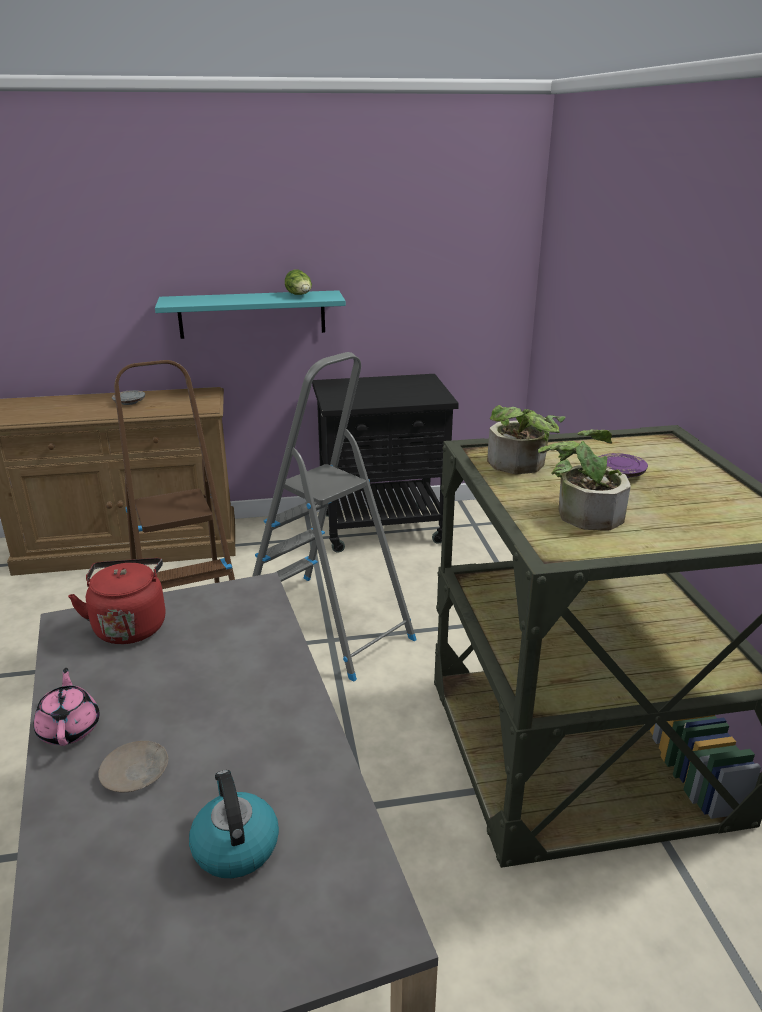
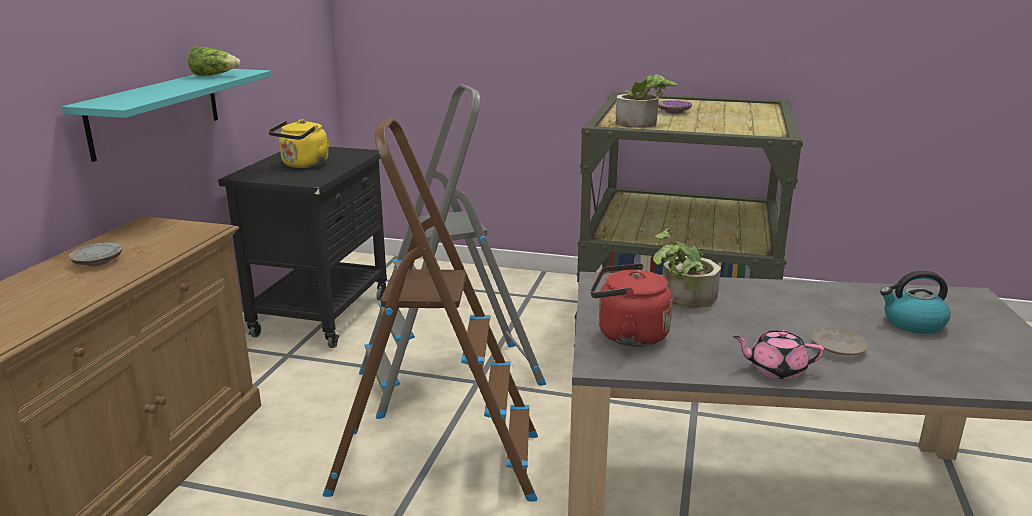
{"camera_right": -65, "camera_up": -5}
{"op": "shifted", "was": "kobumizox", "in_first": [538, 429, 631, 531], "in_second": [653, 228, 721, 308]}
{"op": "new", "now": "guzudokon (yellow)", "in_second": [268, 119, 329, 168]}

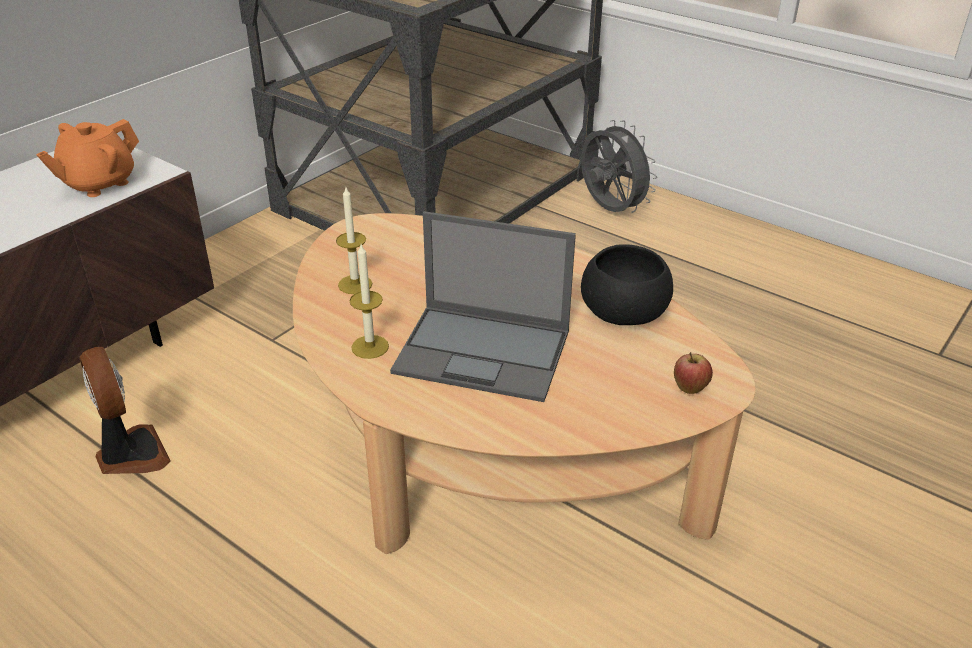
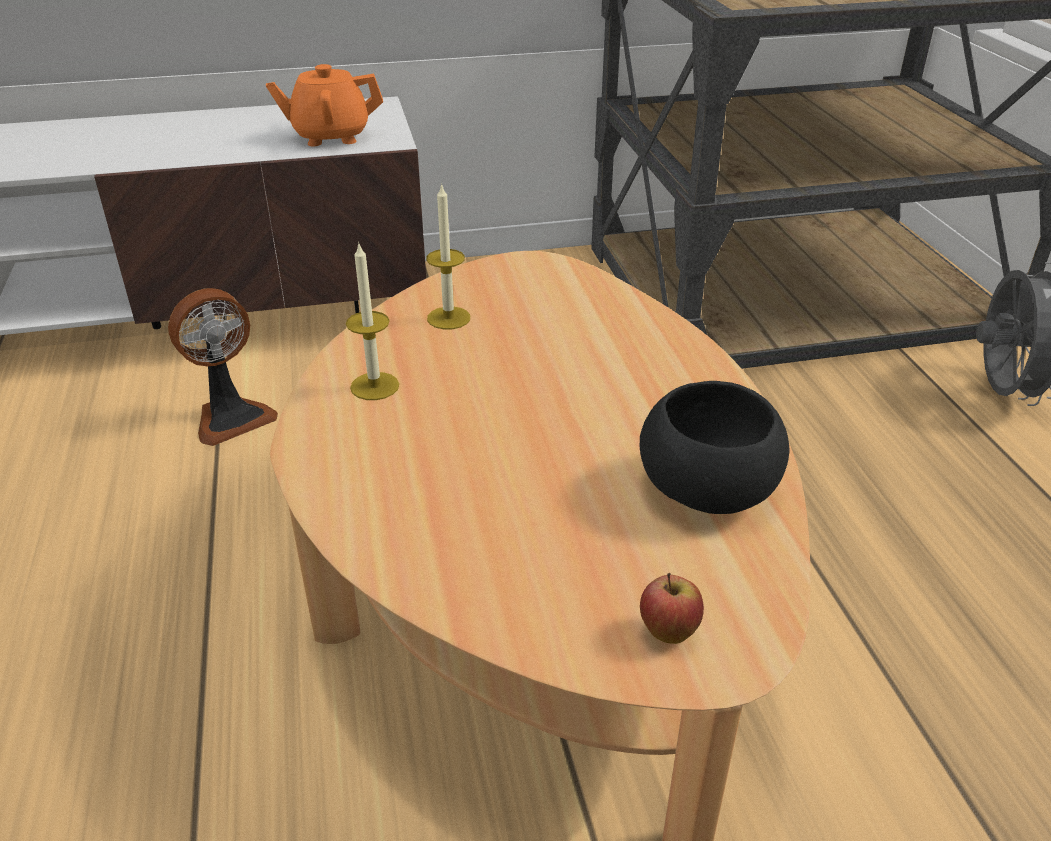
{"camera_right": 40, "camera_up": 0}
{"op": "rotated", "was": "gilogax", "in_first": [79, 347, 170, 474], "in_second": [168, 288, 278, 446], "clockwise": 45}
{"op": "gone", "was": "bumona", "in_first": [390, 211, 576, 402]}

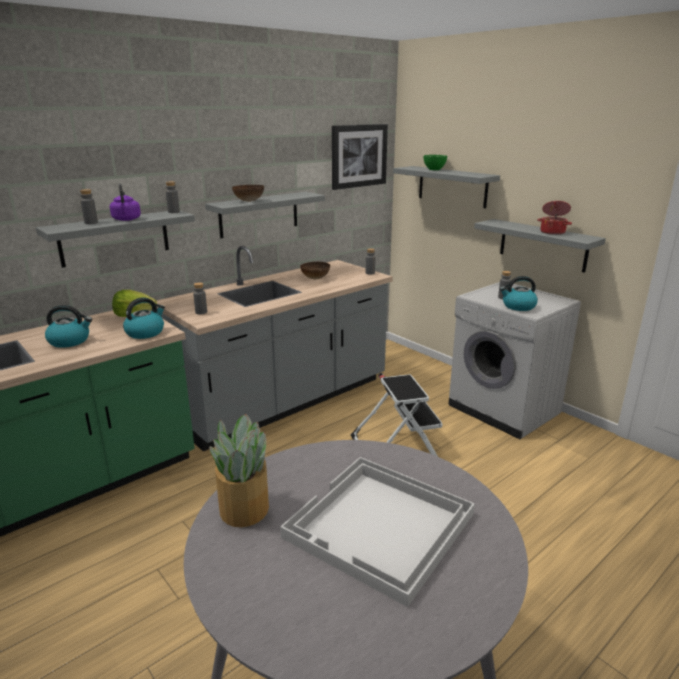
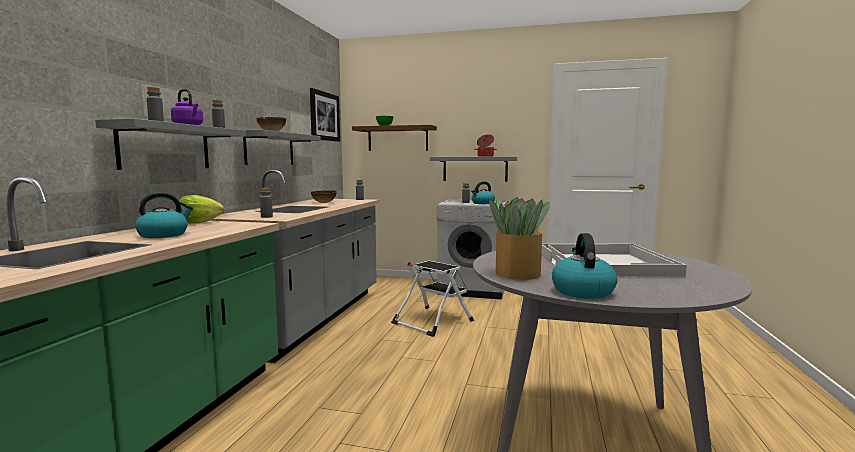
{"camera_right": -35, "camera_up": -15}
{"op": "shifted", "was": "guzudokon", "in_first": [123, 298, 165, 339], "in_second": [552, 233, 618, 299]}
{"op": "repainted", "was": "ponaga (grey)", "now": "ponaga (brown)", "in_first": [393, 166, 500, 208], "in_second": [352, 125, 437, 151]}

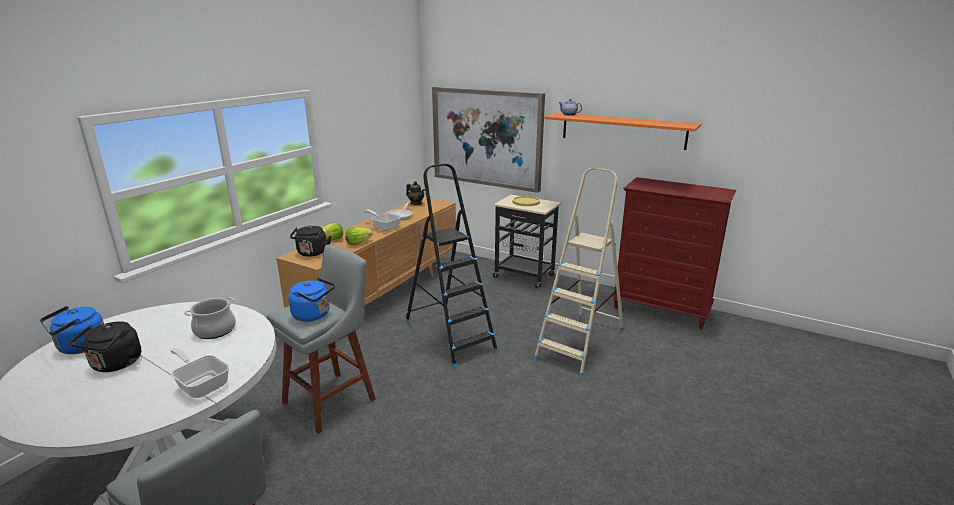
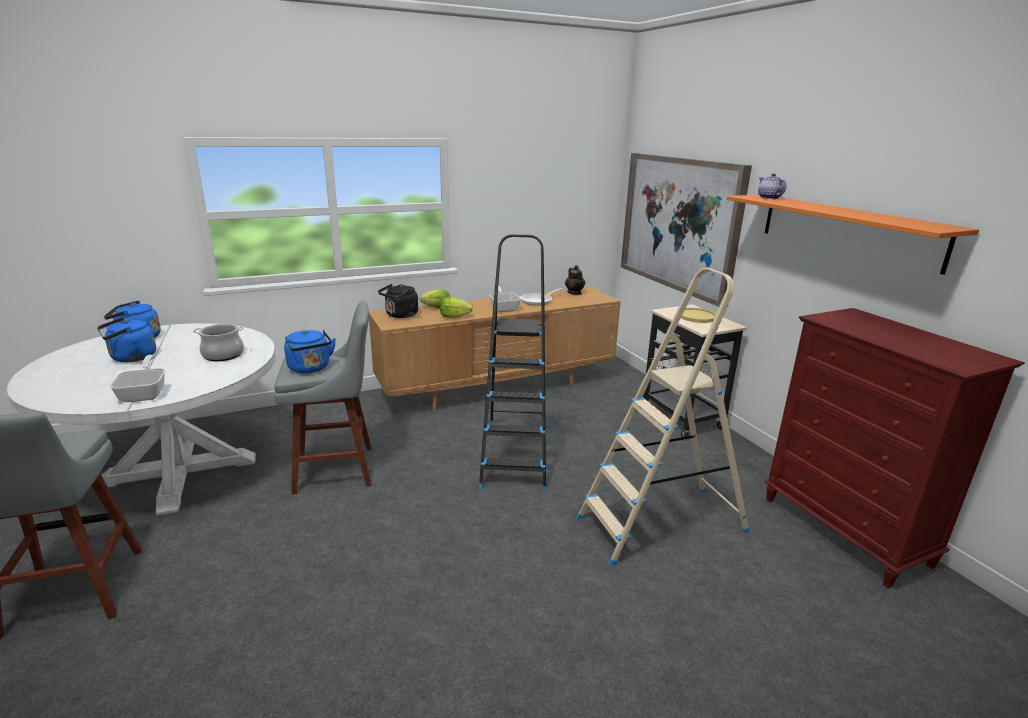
{"camera_right": 35, "camera_up": 0}
{"op": "repainted", "was": "guzudokon (black)", "now": "guzudokon (blue)", "in_first": [69, 321, 141, 372], "in_second": [97, 317, 156, 362]}

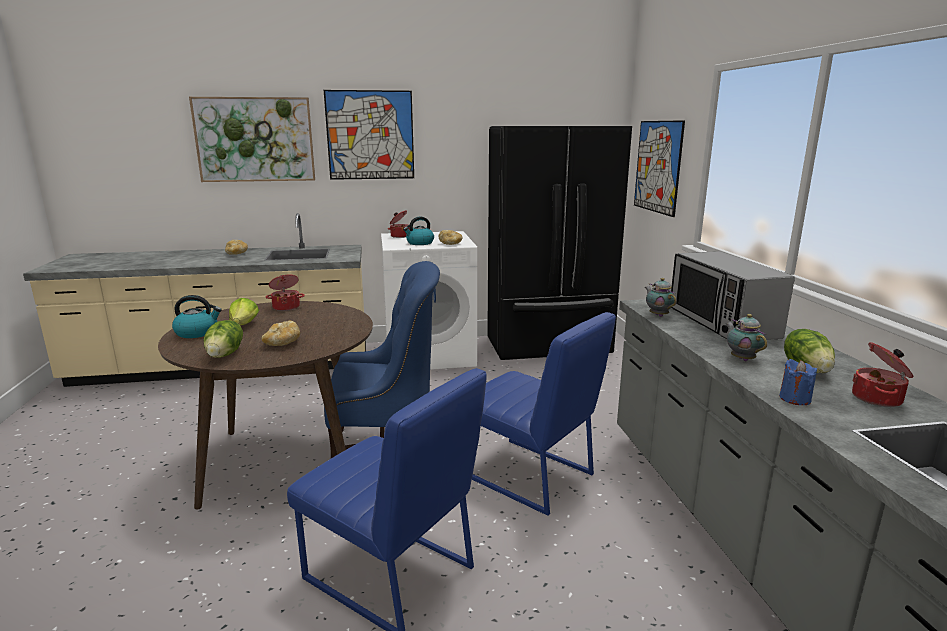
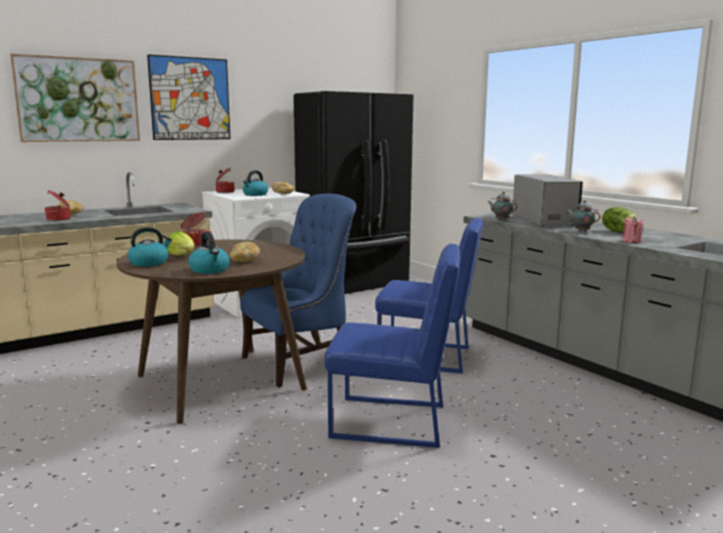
{"camera_right": -25, "camera_up": -5}
{"op": "swapped", "was": "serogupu", "now": "guzudokon", "in_first": [204, 320, 243, 358], "in_second": [188, 232, 230, 274]}
{"op": "gone", "was": "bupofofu", "in_first": [634, 120, 685, 217]}
{"op": "rotated", "was": "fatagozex", "in_first": [671, 251, 795, 340], "in_second": [512, 174, 583, 227], "clockwise": -150}
{"op": "repainted", "was": "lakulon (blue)", "now": "lakulon (pink)", "in_first": [779, 359, 817, 405], "in_second": [622, 216, 643, 243]}
{"op": "shifted", "was": "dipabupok", "in_first": [852, 342, 914, 407], "in_second": [45, 190, 71, 221]}

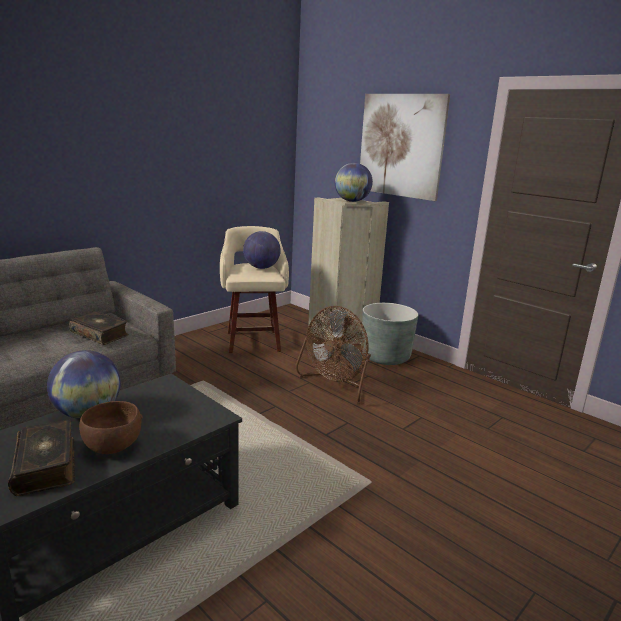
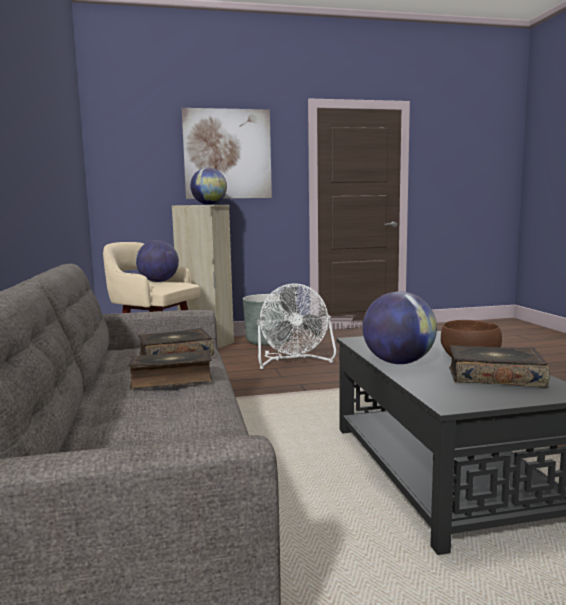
{"camera_right": -55, "camera_up": -10}
{"op": "repainted", "was": "gilogax (brown)", "now": "gilogax (white)", "in_first": [295, 306, 371, 405], "in_second": [257, 284, 336, 369]}
{"op": "new", "now": "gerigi", "in_second": [129, 350, 212, 390]}

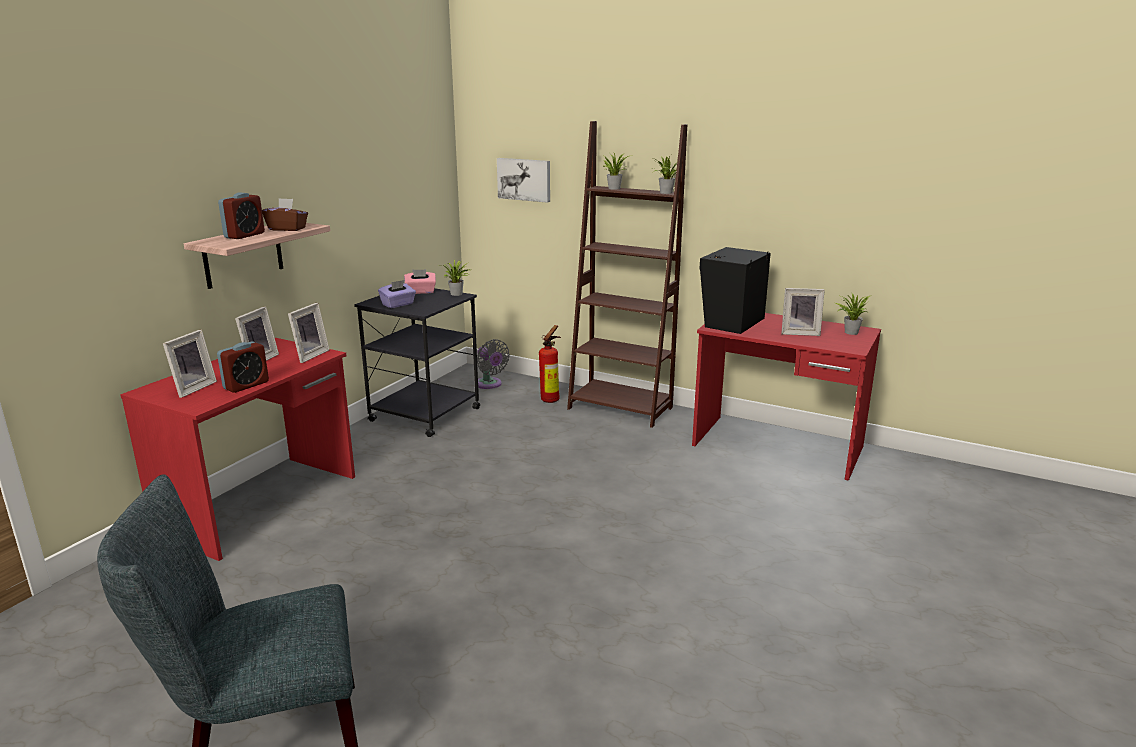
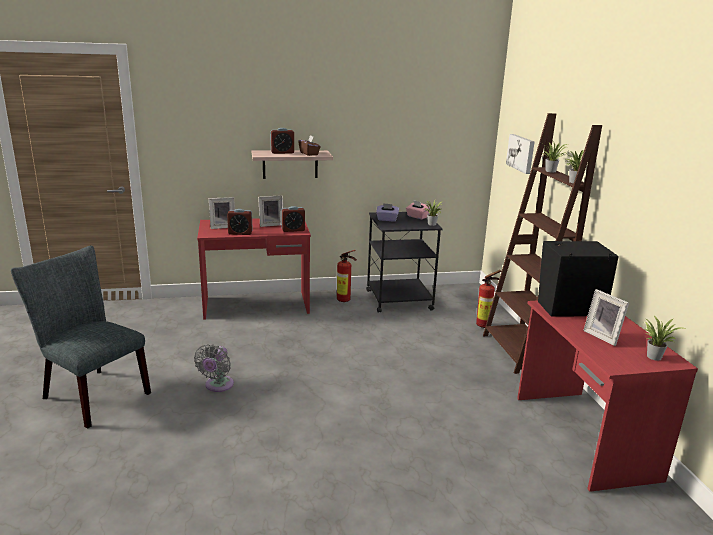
{"camera_right": 50, "camera_up": 0}
{"op": "swapped", "was": "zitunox", "now": "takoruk", "in_first": [288, 303, 330, 363], "in_second": [281, 206, 305, 232]}
{"op": "shifted", "was": "gilogax (grey)", "in_first": [477, 339, 510, 389], "in_second": [194, 344, 234, 392]}
{"op": "new", "now": "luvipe", "in_second": [337, 250, 357, 302]}

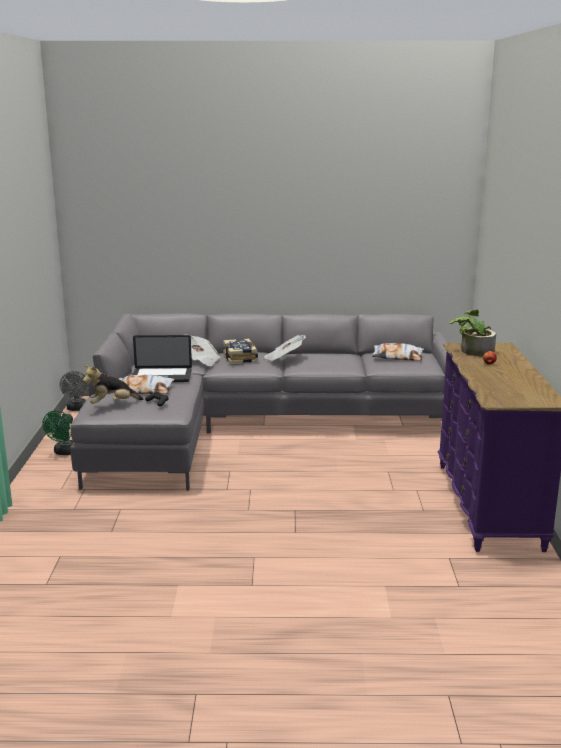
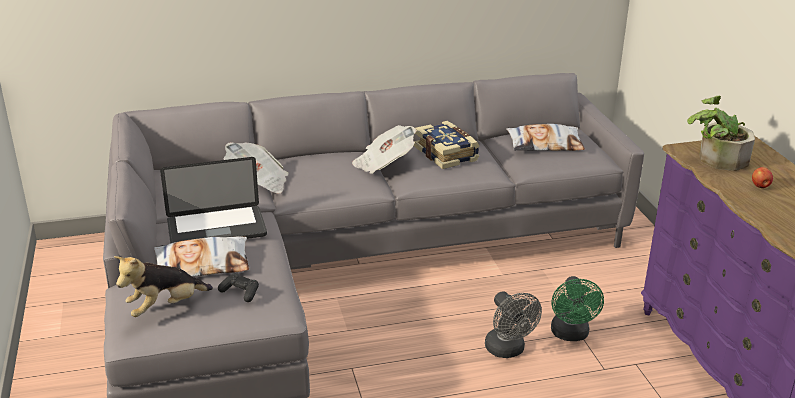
{"camera_right": -15, "camera_up": 10}
{"op": "shifted", "was": "gilogax (green)", "in_first": [43, 410, 73, 455], "in_second": [551, 276, 604, 341]}
{"op": "shifted", "was": "gilogax (grey)", "in_first": [60, 371, 89, 411], "in_second": [485, 291, 542, 358]}
{"op": "shifted", "was": "gerigi", "in_first": [223, 339, 258, 365], "in_second": [414, 121, 480, 169]}

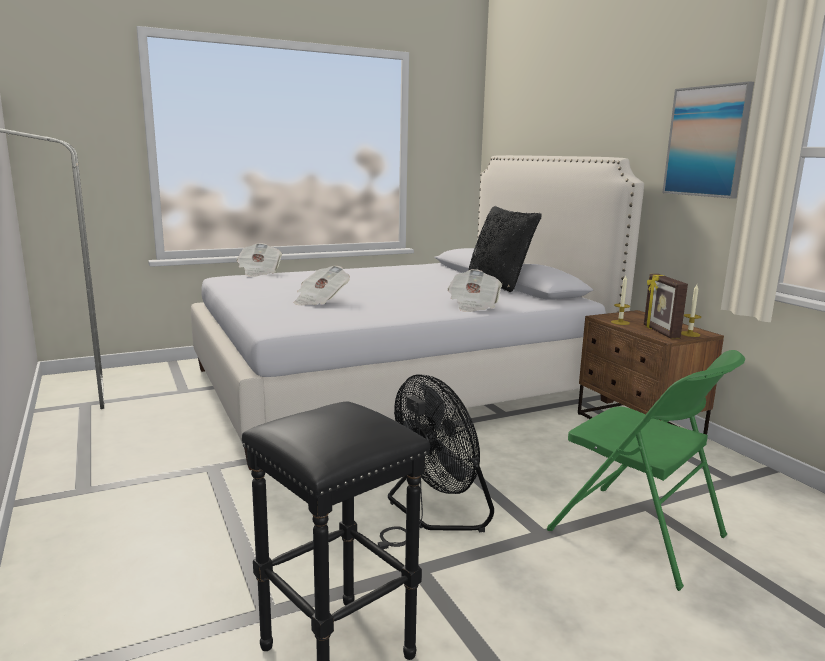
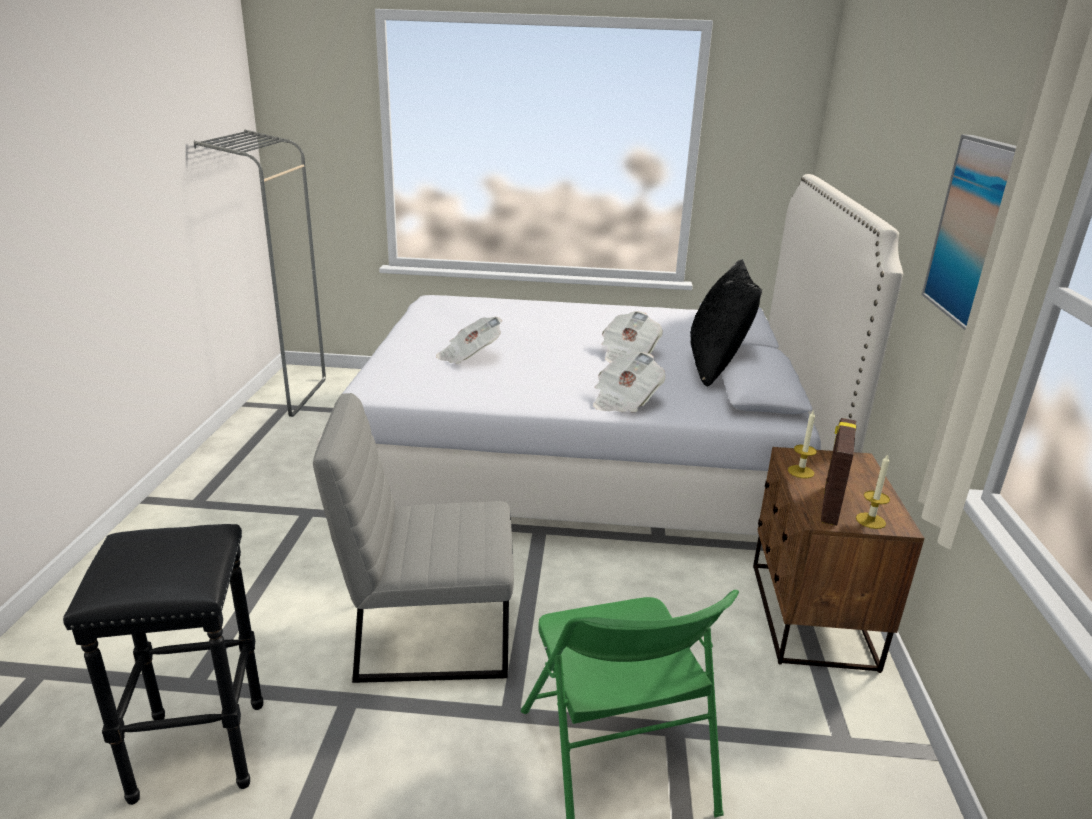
{"camera_right": 30, "camera_up": 10}
{"op": "shifted", "was": "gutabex", "in_first": [236, 243, 282, 277], "in_second": [602, 311, 663, 363]}
{"op": "swapped", "was": "gilogax (black)", "now": "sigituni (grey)", "in_first": [378, 374, 494, 549], "in_second": [313, 393, 514, 683]}

